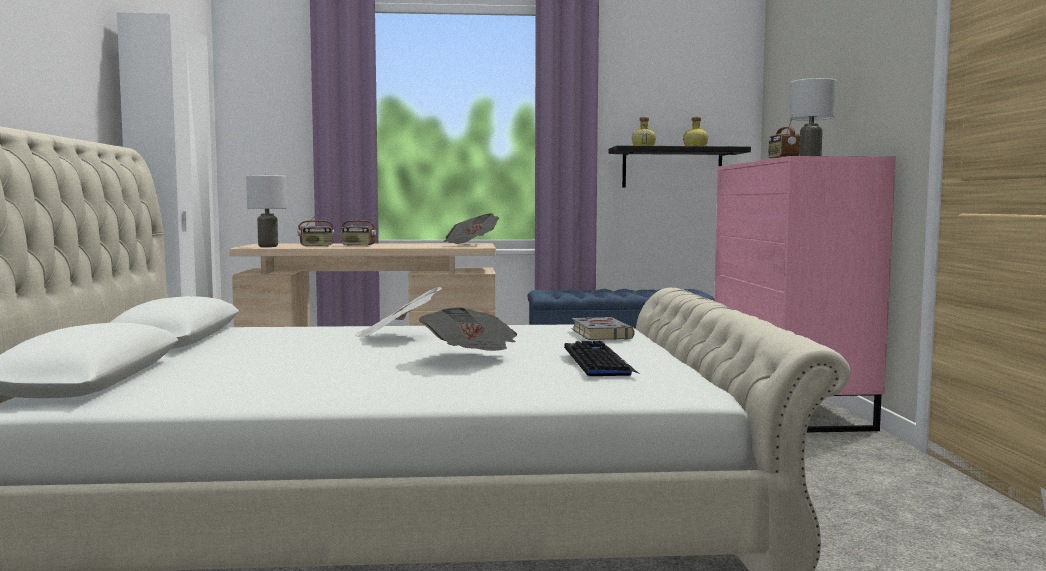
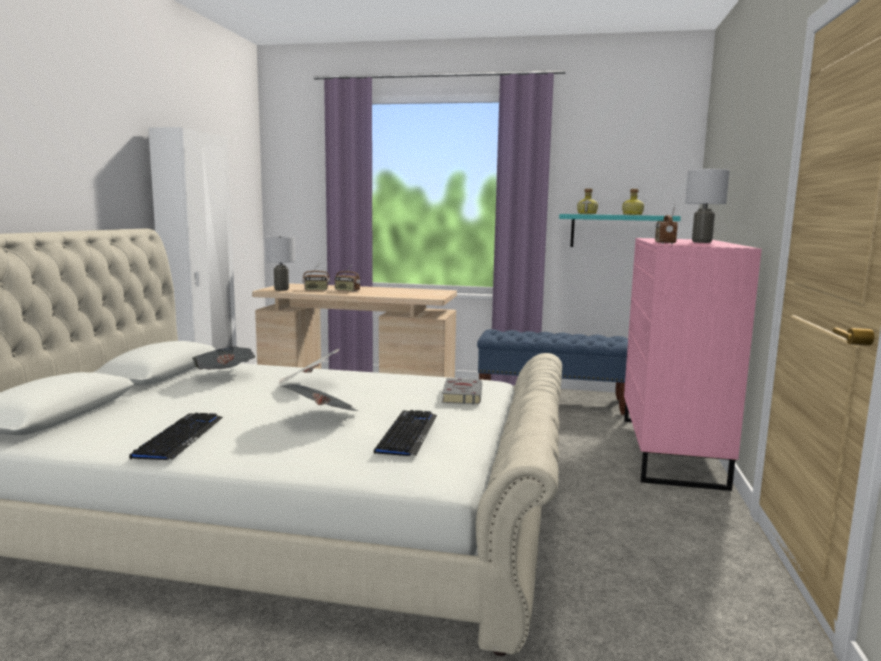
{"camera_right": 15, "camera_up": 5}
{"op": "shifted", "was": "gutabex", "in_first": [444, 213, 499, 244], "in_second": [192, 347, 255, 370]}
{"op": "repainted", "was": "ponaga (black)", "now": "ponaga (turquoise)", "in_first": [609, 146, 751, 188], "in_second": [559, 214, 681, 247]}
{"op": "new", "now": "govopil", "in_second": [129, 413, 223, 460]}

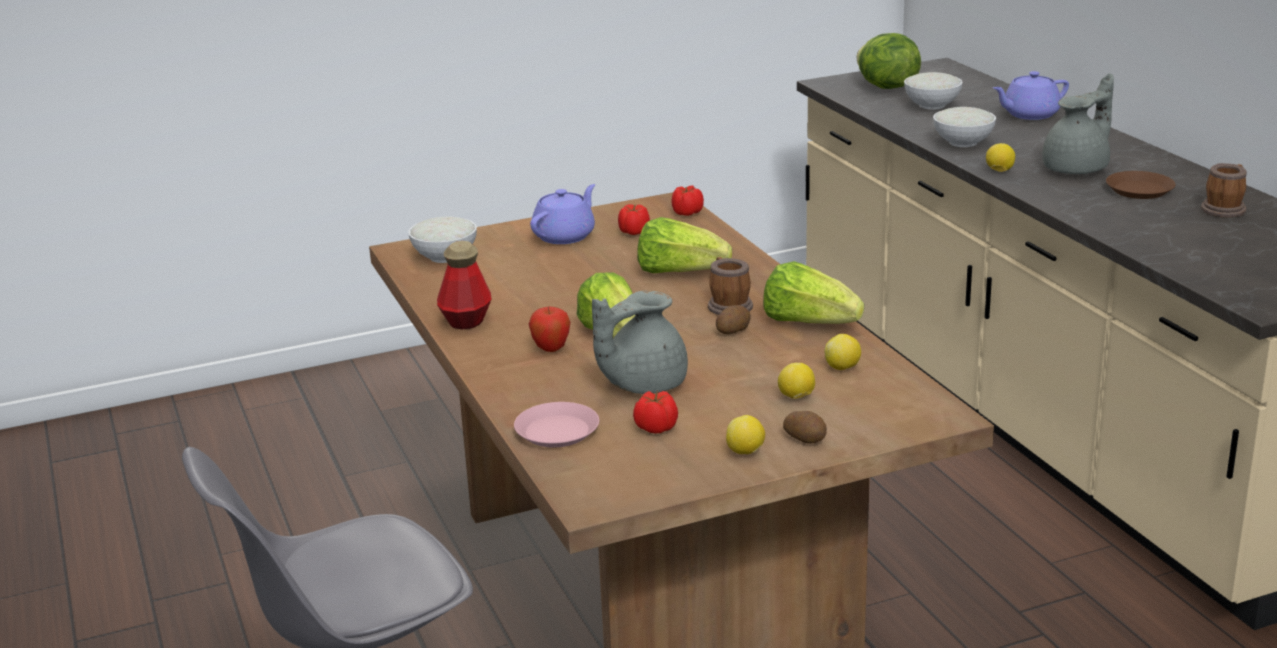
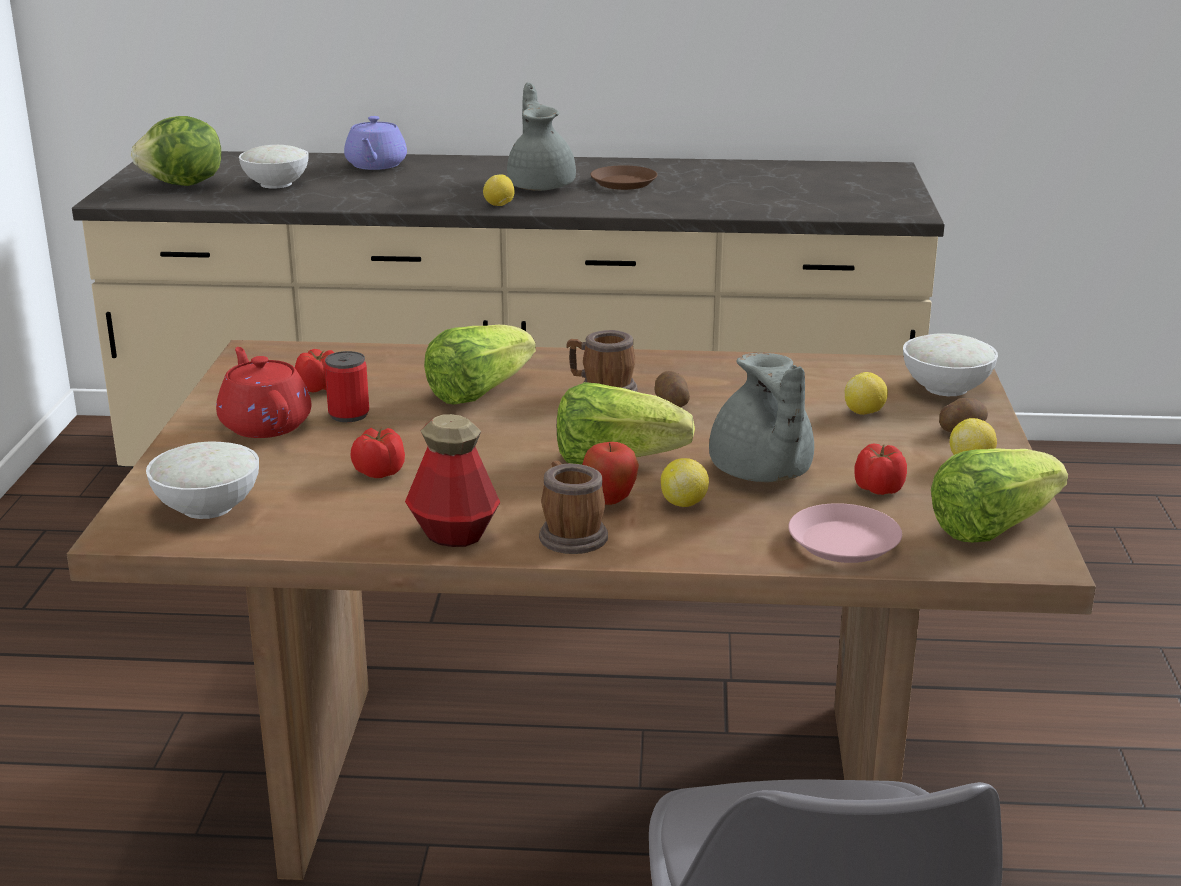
{"camera_right": -65, "camera_up": 0}
{"op": "repainted", "was": "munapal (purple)", "now": "munapal (red)", "in_first": [530, 184, 595, 244], "in_second": [216, 347, 312, 438]}
{"op": "shifted", "was": "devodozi", "in_first": [671, 185, 704, 216], "in_second": [350, 428, 405, 478]}
{"op": "shifted", "was": "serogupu", "in_first": [763, 261, 864, 324], "in_second": [931, 448, 1068, 542]}
{"op": "shifted", "was": "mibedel", "in_first": [824, 334, 861, 370], "in_second": [661, 458, 709, 507]}
{"op": "shifted", "was": "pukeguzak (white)", "in_first": [933, 107, 996, 147], "in_second": [903, 333, 998, 396]}
{"op": "shifted", "was": "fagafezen", "in_first": [1201, 163, 1247, 218], "in_second": [539, 461, 608, 554]}
{"op": "new", "now": "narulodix", "in_second": [325, 351, 369, 422]}

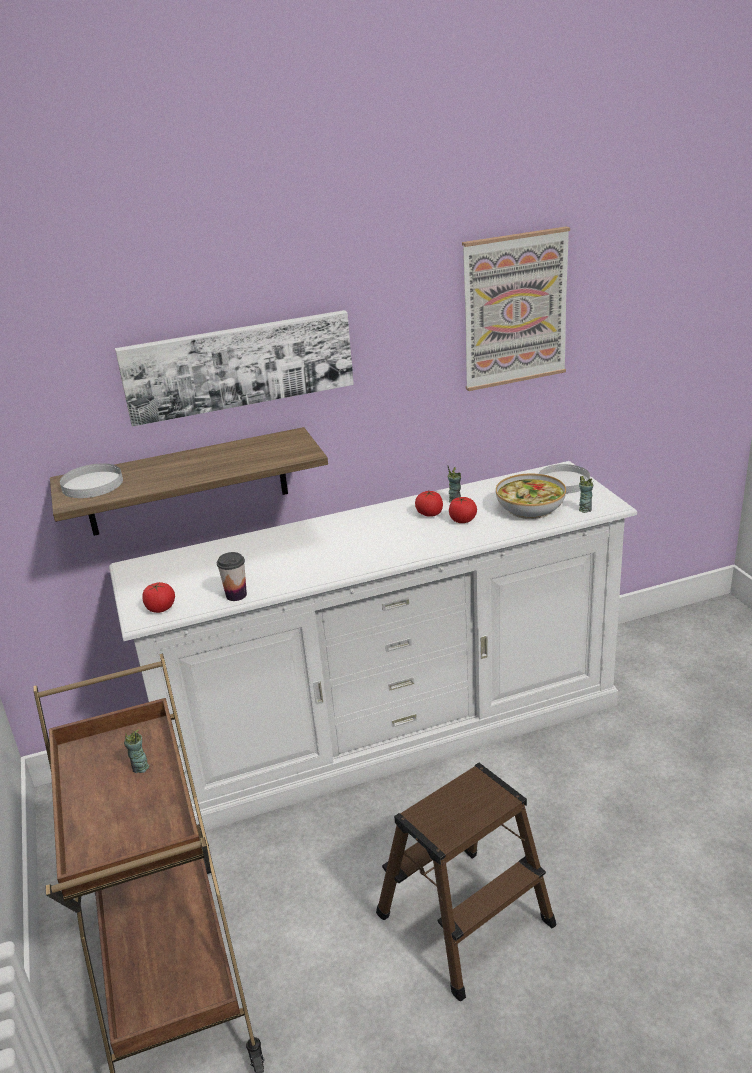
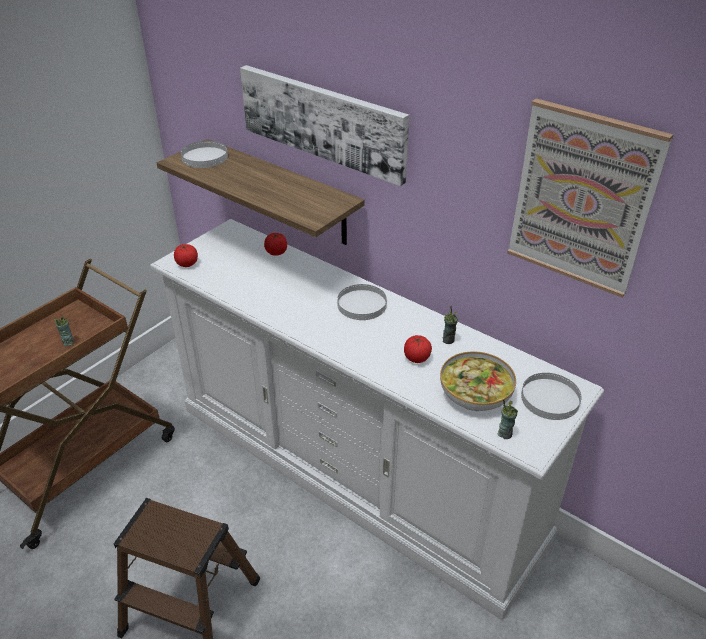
{"camera_right": 55, "camera_up": 10}
{"op": "gone", "was": "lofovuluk", "in_first": [217, 552, 247, 601]}
{"op": "shifted", "was": "devodozi", "in_first": [415, 490, 443, 517], "in_second": [264, 233, 287, 256]}
{"op": "new", "now": "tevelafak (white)", "in_second": [337, 284, 387, 320]}

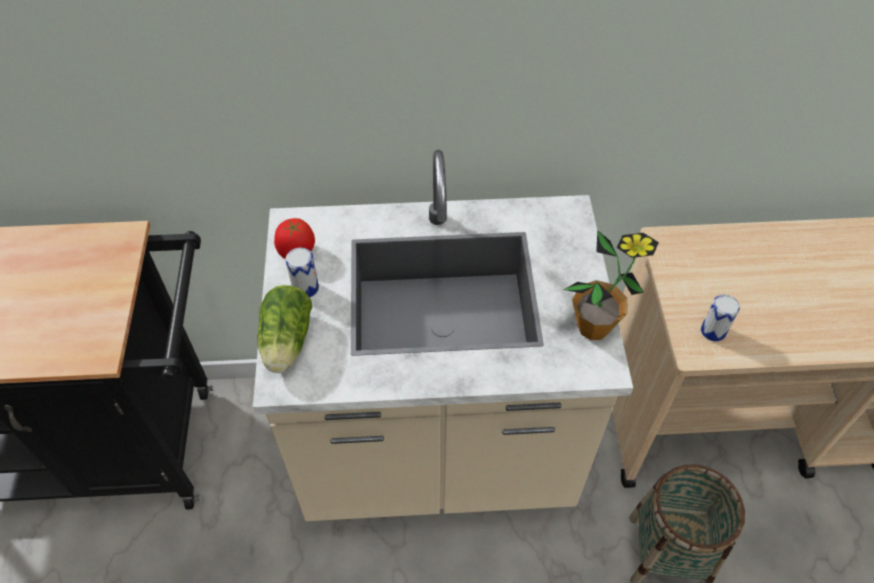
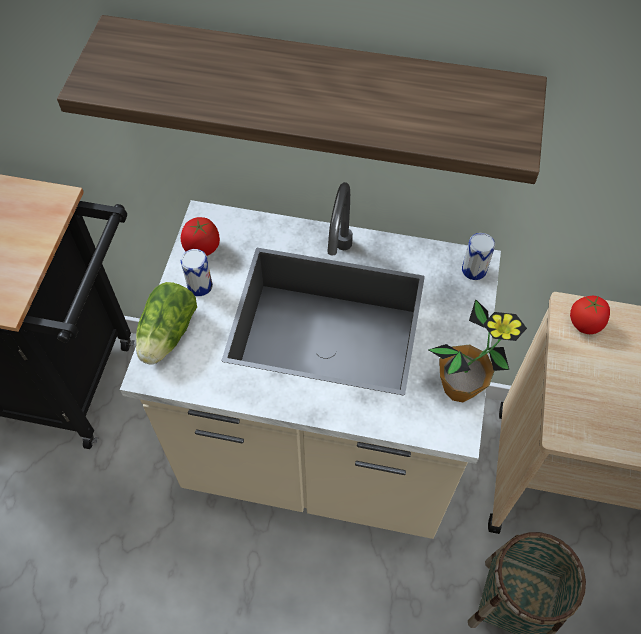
{"camera_right": 15, "camera_up": 5}
{"op": "shifted", "was": "narulodix", "in_first": [701, 294, 740, 341], "in_second": [462, 233, 495, 280]}
{"op": "new", "now": "ponaga", "in_second": [57, 15, 547, 184]}
{"op": "new", "now": "devodozi", "in_second": [570, 296, 610, 334]}

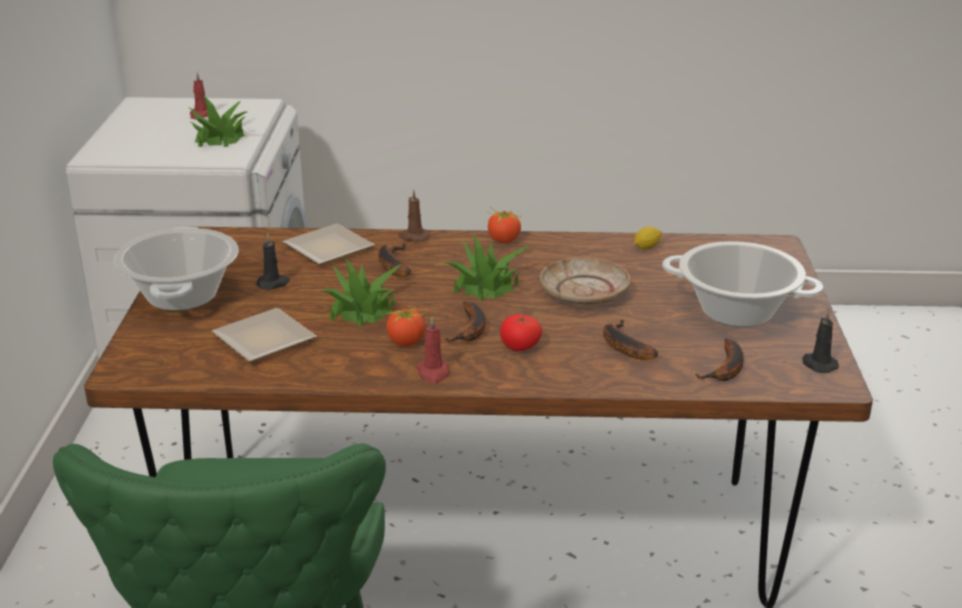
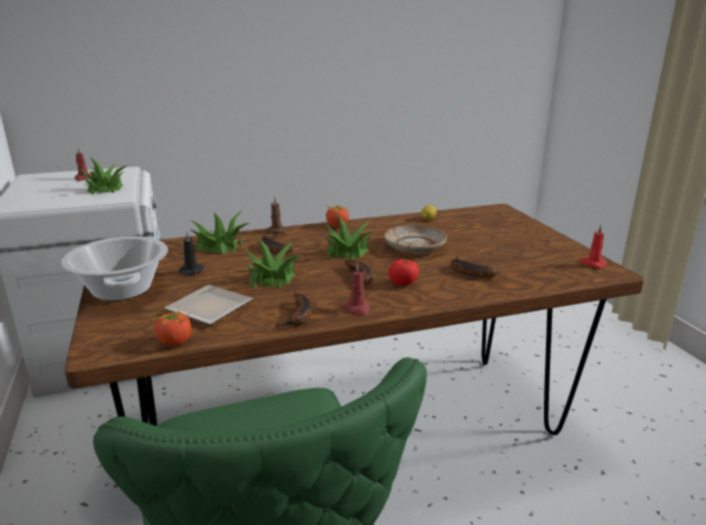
{"camera_right": -20, "camera_up": -5}
{"op": "swapped", "was": "tevelafak", "now": "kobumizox", "in_first": [283, 223, 375, 265], "in_second": [191, 210, 249, 254]}
{"op": "shifted", "was": "devodozi", "in_first": [386, 306, 427, 346], "in_second": [153, 310, 191, 346]}
{"op": "gone", "was": "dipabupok", "in_first": [662, 241, 823, 327]}
{"op": "shifted", "was": "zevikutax", "in_first": [695, 338, 744, 381], "in_second": [276, 293, 312, 327]}
{"op": "repainted", "was": "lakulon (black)", "now": "lakulon (red)", "in_first": [802, 309, 839, 373], "in_second": [579, 225, 607, 268]}

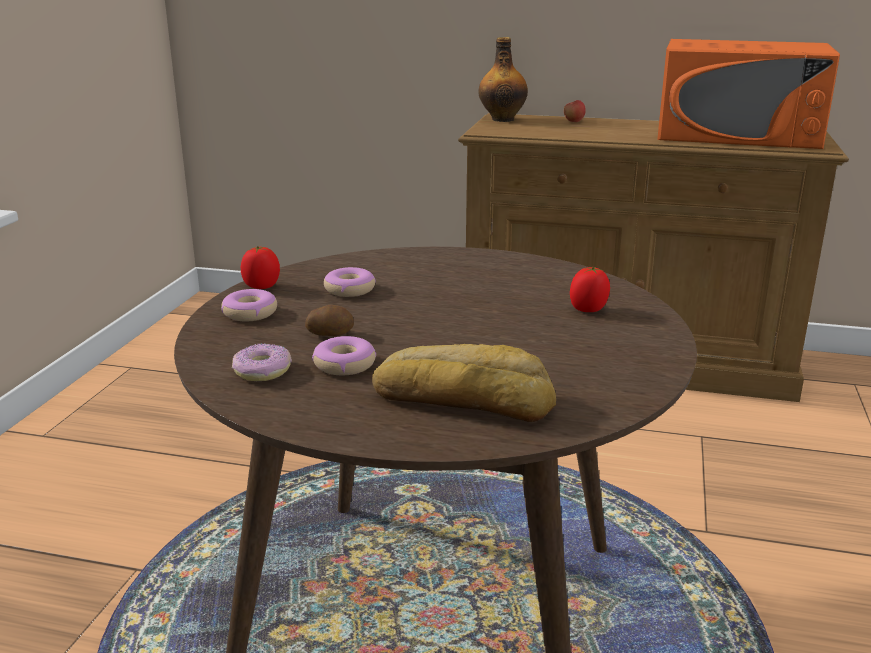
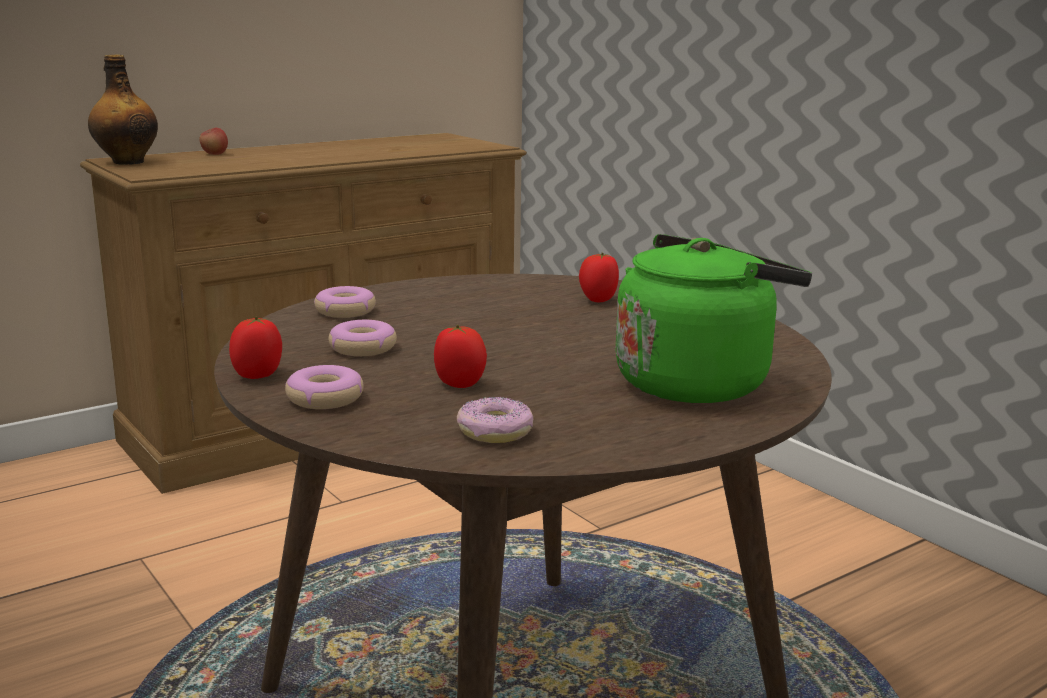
{"camera_right": -50, "camera_up": -5}
{"op": "swapped", "was": "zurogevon", "now": "devodozi", "in_first": [305, 305, 354, 337], "in_second": [434, 325, 487, 388]}
{"op": "shifted", "was": "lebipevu", "in_first": [312, 336, 376, 376], "in_second": [314, 286, 376, 318]}
{"op": "swapped", "was": "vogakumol", "now": "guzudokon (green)", "in_first": [372, 344, 556, 422], "in_second": [616, 234, 812, 403]}
{"op": "gone", "was": "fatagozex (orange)", "in_first": [657, 39, 840, 149]}

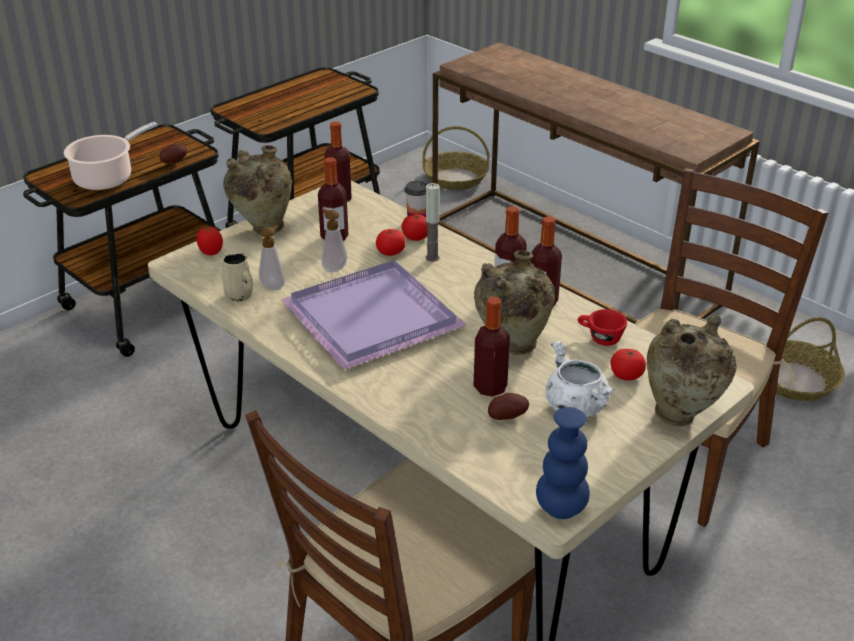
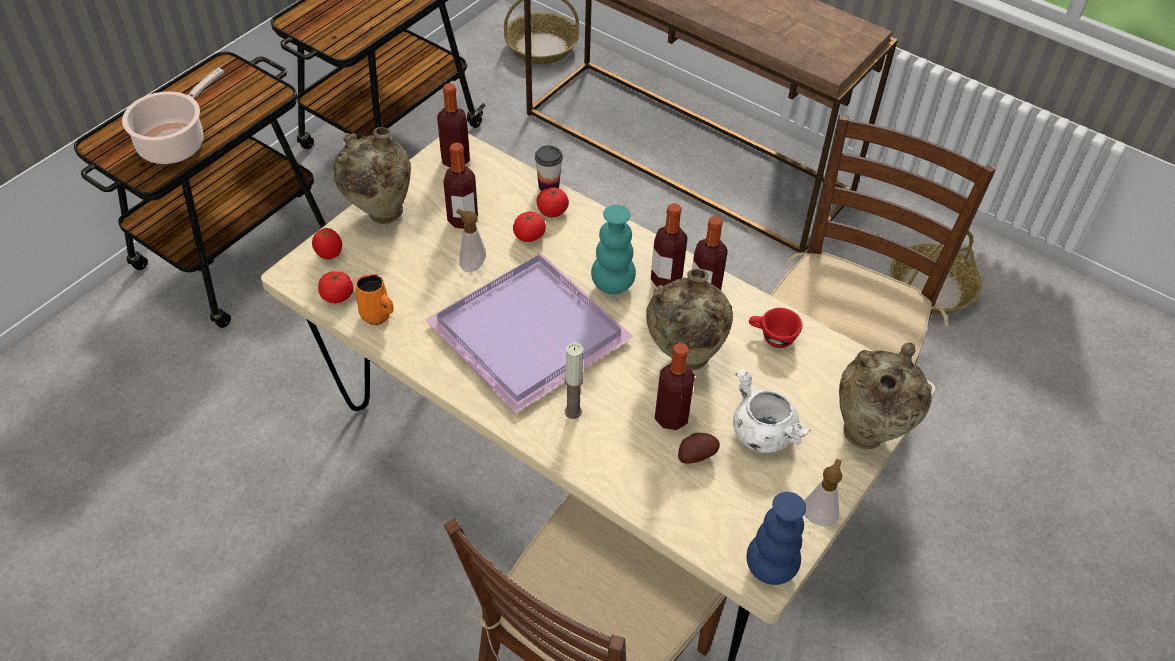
{"camera_right": -10, "camera_up": 15}
{"op": "gone", "was": "zurogevon", "in_first": [159, 144, 187, 163]}
{"op": "repainted", "was": "fagafezen (beige)", "now": "fagafezen (orange)", "in_first": [222, 253, 253, 302], "in_second": [356, 274, 394, 325]}
{"op": "shifted", "was": "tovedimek", "in_first": [259, 225, 285, 290], "in_second": [804, 459, 842, 526]}
{"op": "shifted", "was": "lakulon", "in_first": [425, 183, 440, 262], "in_second": [565, 343, 583, 419]}
{"op": "shifted", "was": "devodozi", "in_first": [611, 349, 646, 381], "in_second": [318, 271, 353, 303]}
{"op": "new", "now": "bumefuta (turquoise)", "in_second": [591, 205, 636, 295]}

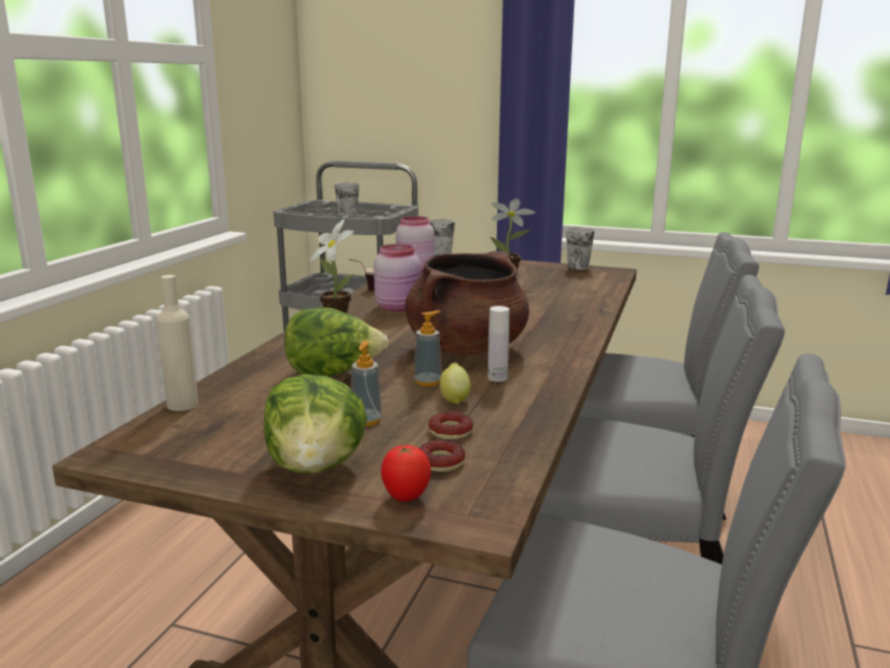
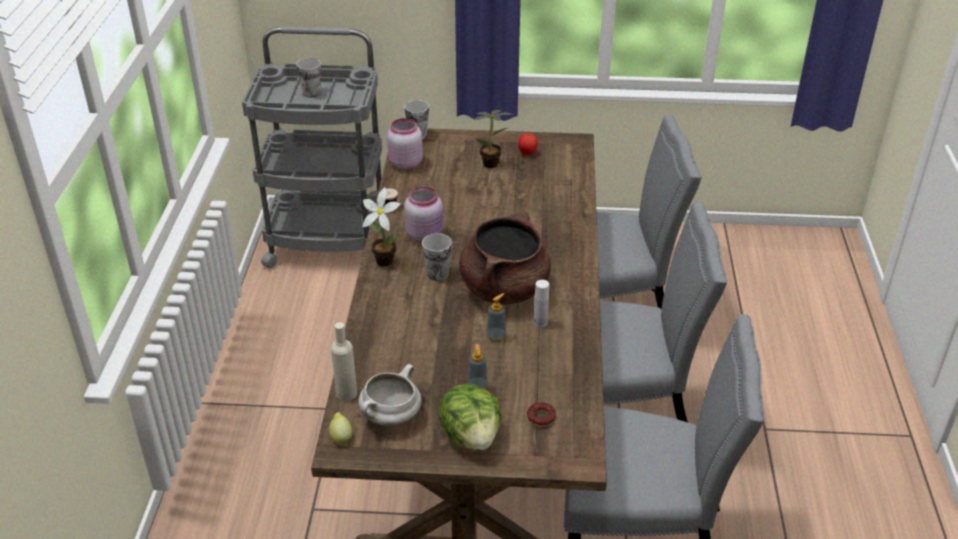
{"camera_right": -15, "camera_up": 20}
{"op": "gone", "was": "serogupu", "in_first": [285, 307, 389, 376]}
{"op": "shifted", "was": "devodozi", "in_first": [381, 445, 431, 502], "in_second": [518, 133, 538, 156]}
{"op": "gone", "was": "lebipevu", "in_first": [428, 412, 473, 440]}
{"op": "shifted", "was": "mibedel", "in_first": [440, 363, 471, 404], "in_second": [329, 412, 352, 445]}
{"op": "shifted", "was": "lofovuluk", "in_first": [566, 227, 595, 270], "in_second": [422, 233, 452, 281]}
{"op": "new", "now": "dipabupok (white)", "in_second": [359, 364, 422, 427]}

